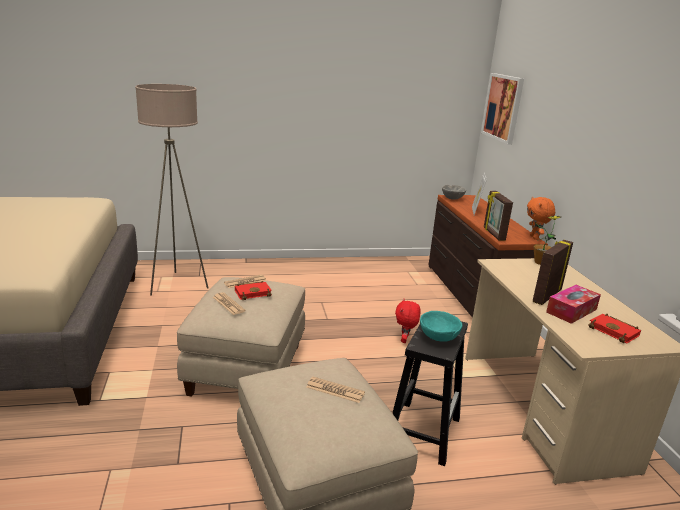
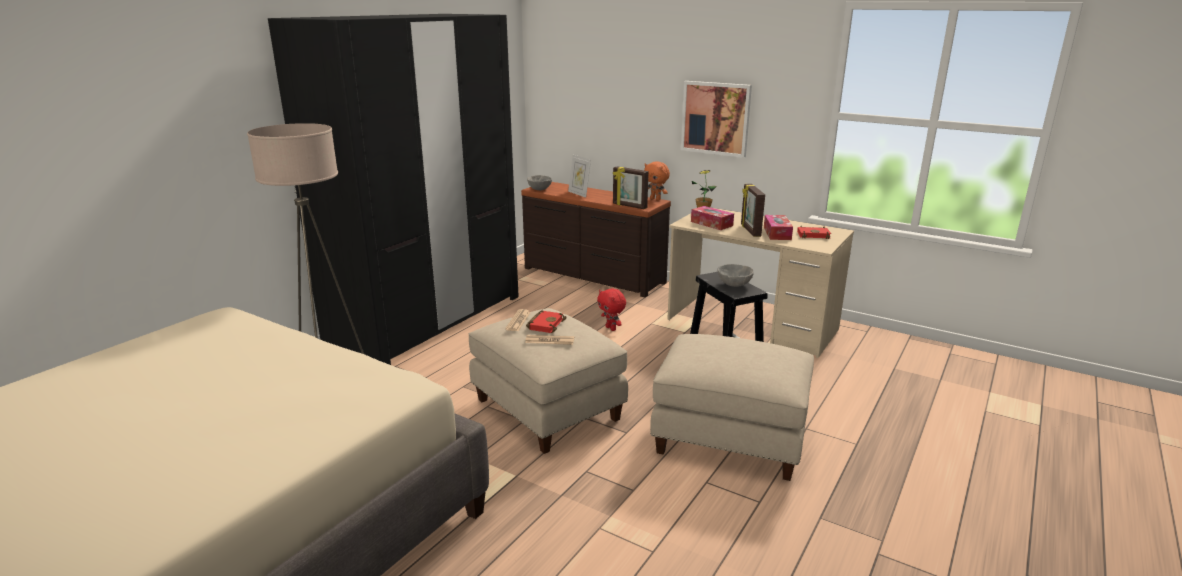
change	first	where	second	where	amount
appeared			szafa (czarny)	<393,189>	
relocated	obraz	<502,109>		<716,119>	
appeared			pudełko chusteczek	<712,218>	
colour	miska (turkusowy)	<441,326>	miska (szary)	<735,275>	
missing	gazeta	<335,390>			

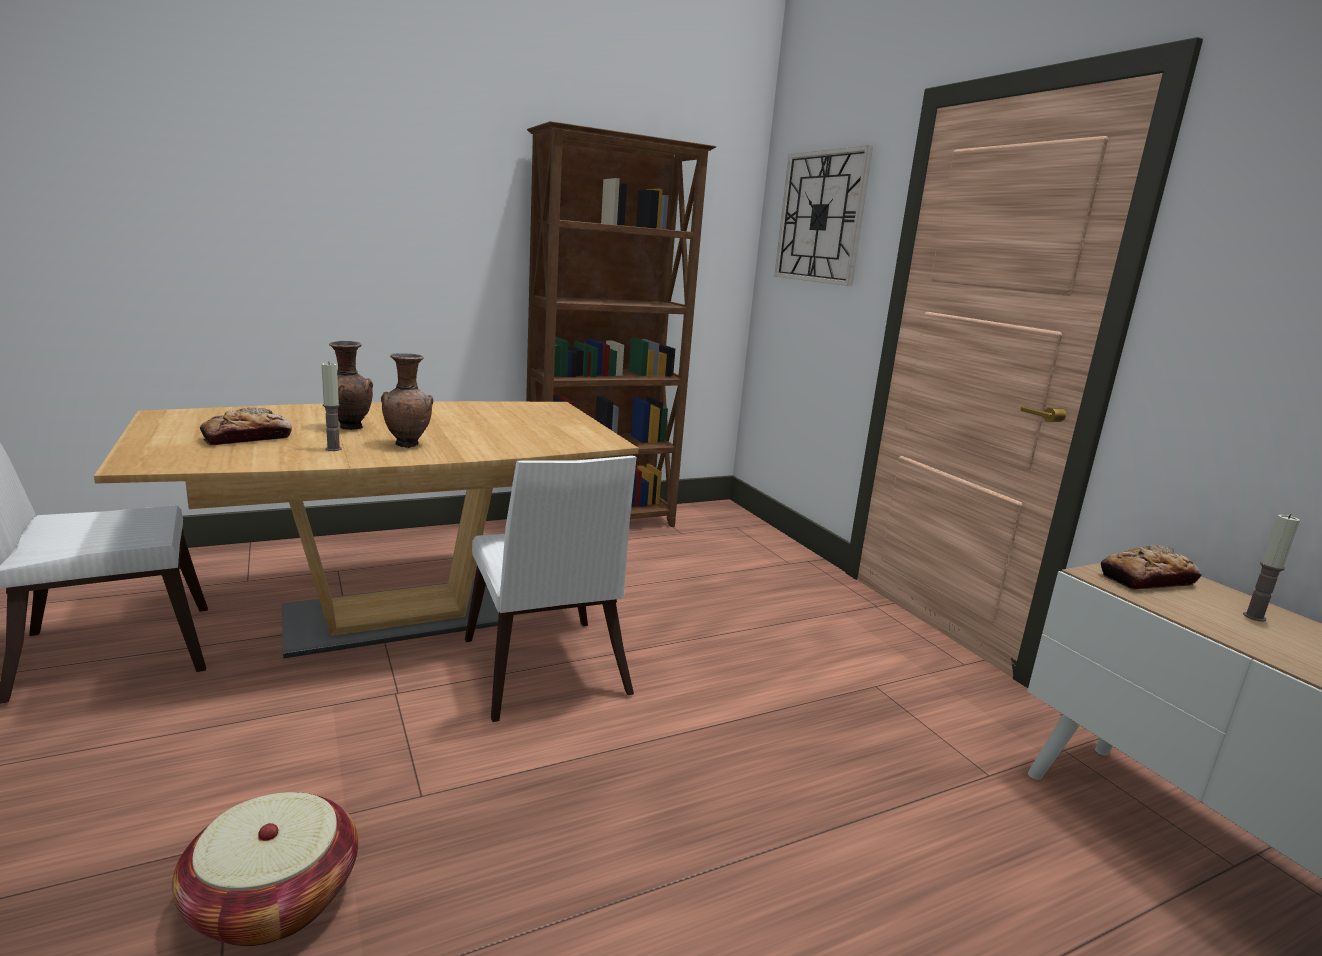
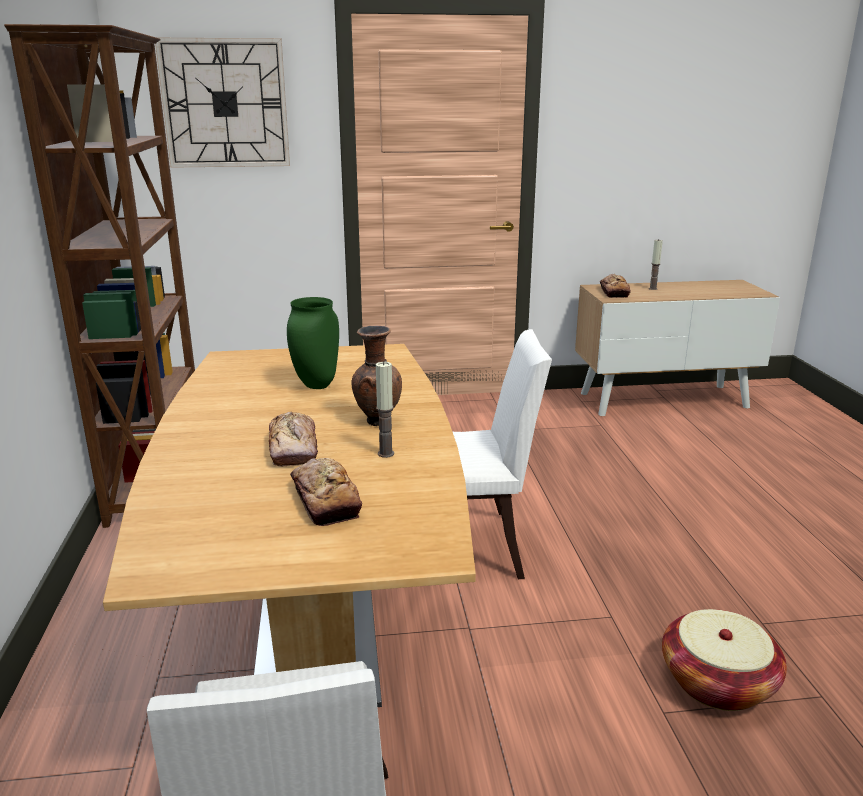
change	first	where	second	where	amount
exchanged	wazon (brązowy)	<351,385>	chleb	<293,439>	
appeared			wazon (zielony)	<313,343>	

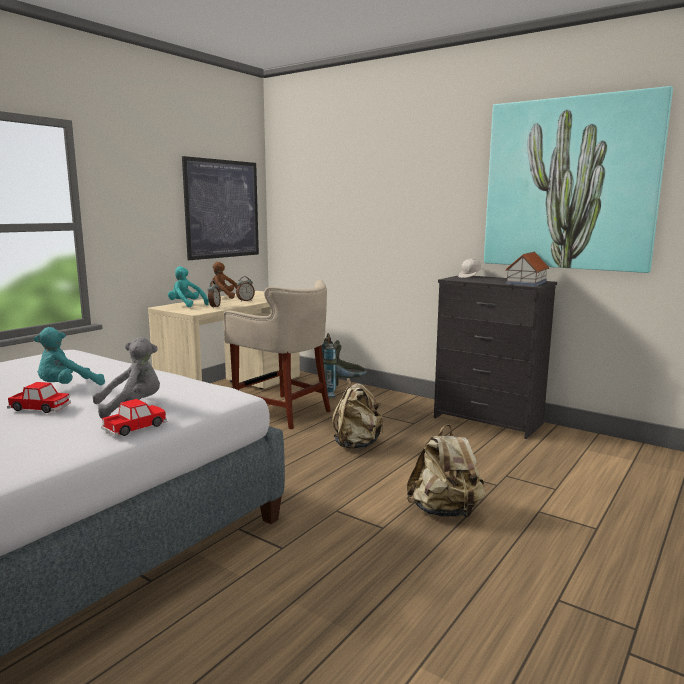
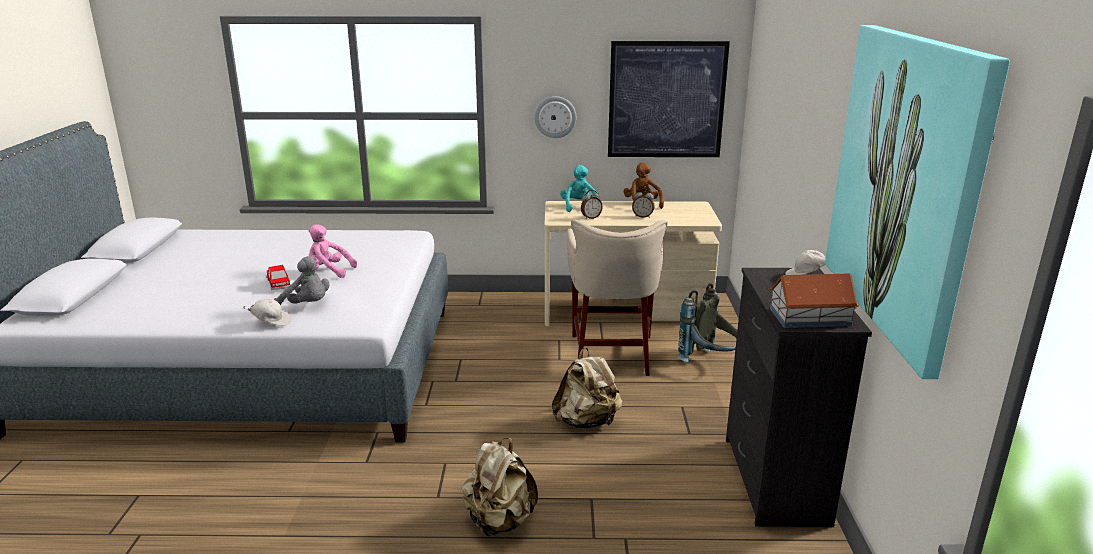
change	first	where	second	where	amount
exchanged	samochodzik	<134,417>	czapka z daszkiem (biały)	<267,312>	
colour	pluszak (turkusowy)	<69,356>	pluszak (różowy)	<332,251>	
appeared			zegar ścienny	<555,117>	

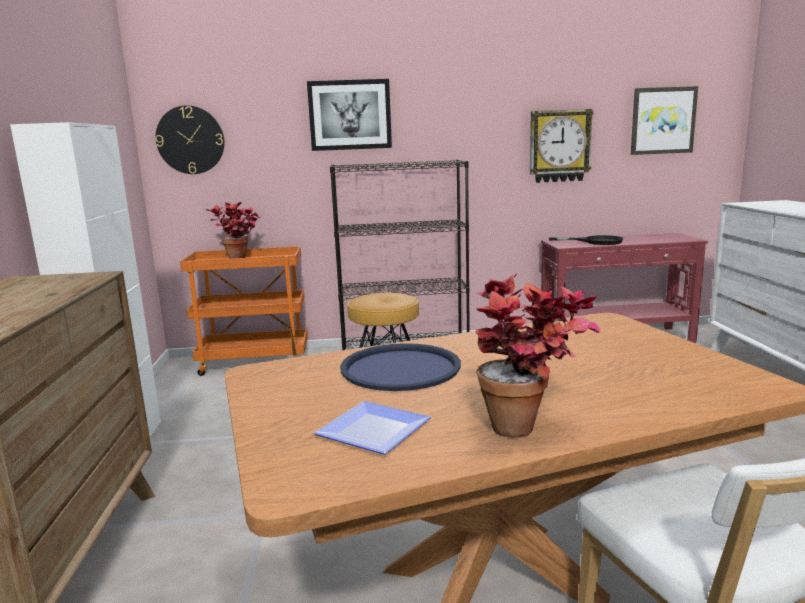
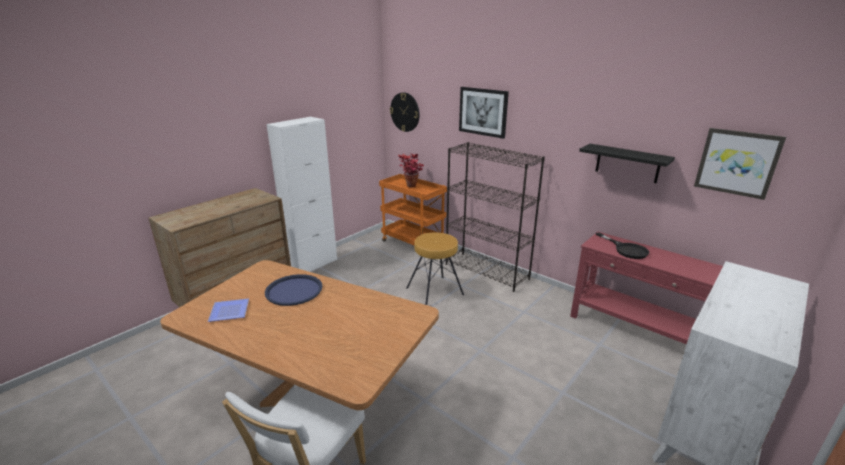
change	first	where	second	where	amount
exchanged	zegar ścienny	<562,146>	półka (czarny)	<627,163>	
missing	roślina doniczkowa	<537,355>			

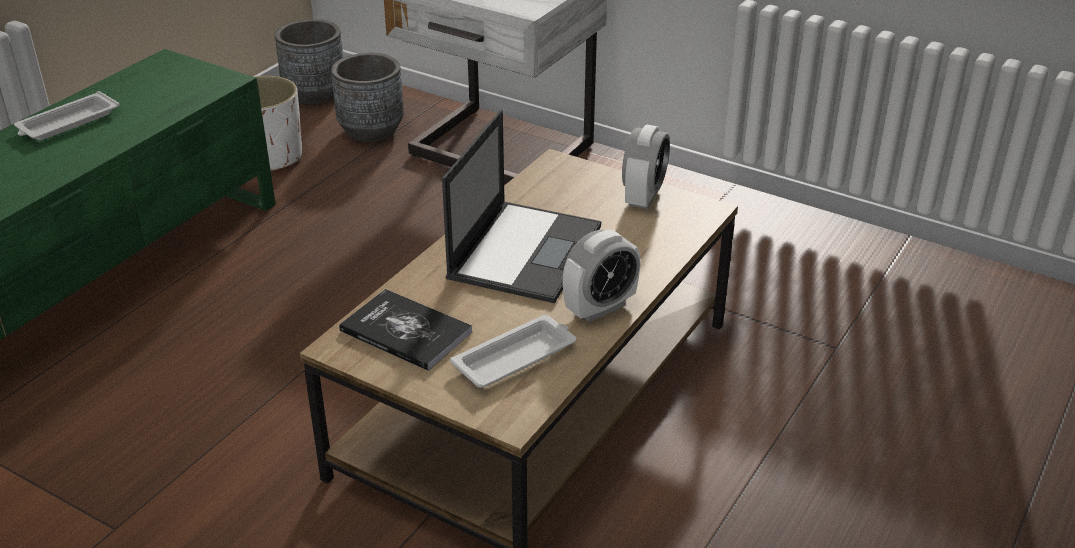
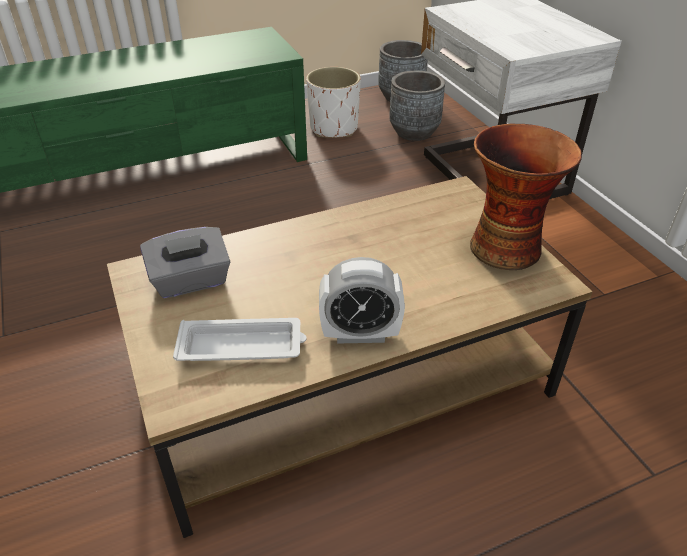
change	first	where	second	where	amount
exchanged	książka	<405,330>	pudełko chusteczek (szary)	<185,262>	
exchanged	budzik	<646,167>	wazon	<526,197>	
missing	taca (biały)	<67,116>			
missing	laptop	<521,206>			

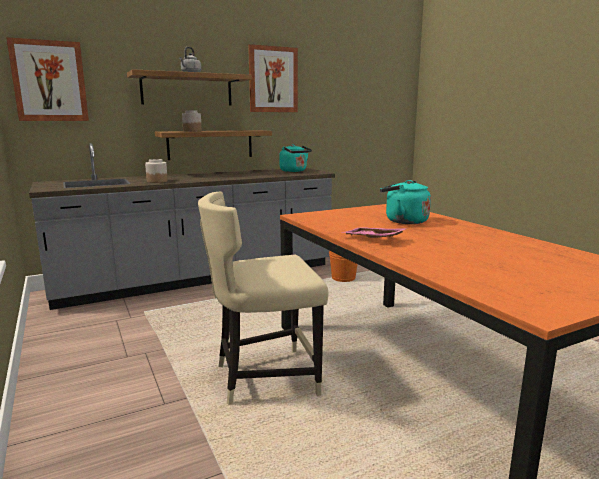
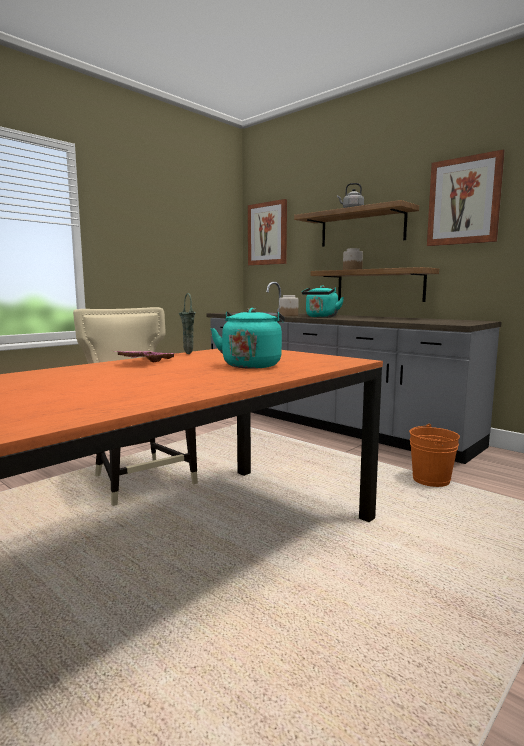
change	first	where	second	where	amount
appeared			wazon (zielony)	<187,323>	
relocated	czajnik (turkusowy)	<295,158>		<323,301>	

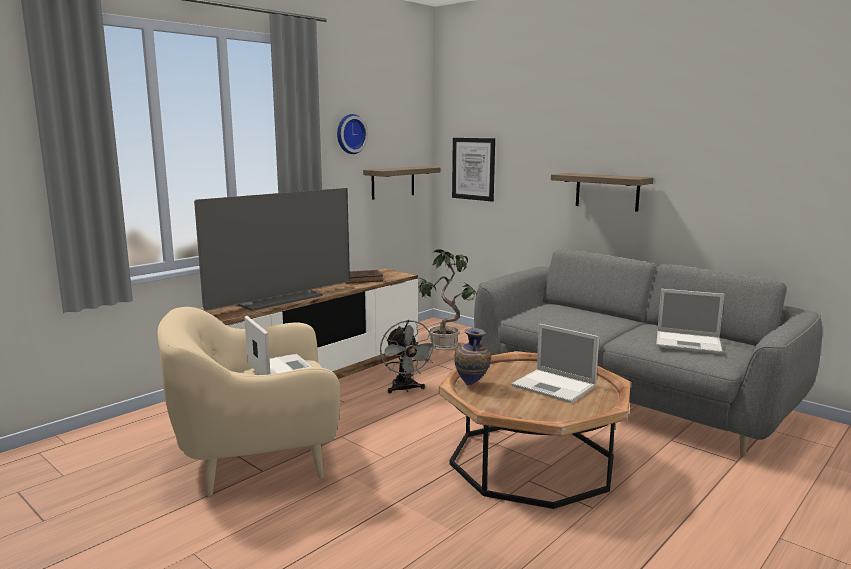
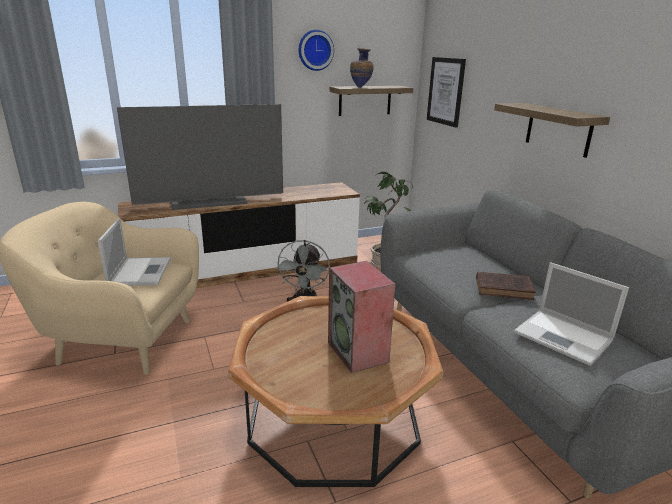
change	first	where	second	where	amount
exchanged	laptop	<555,363>	głośnik	<362,317>	
relocated	wazon	<472,356>		<361,68>	
relocated	książka (brązowy)	<364,277>		<506,286>	

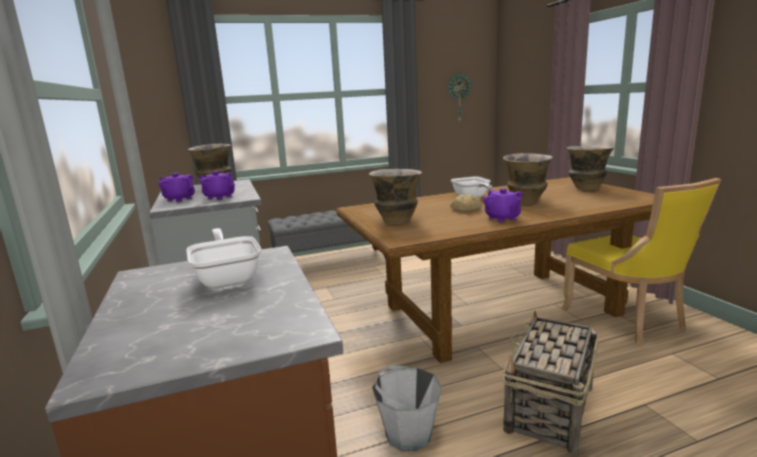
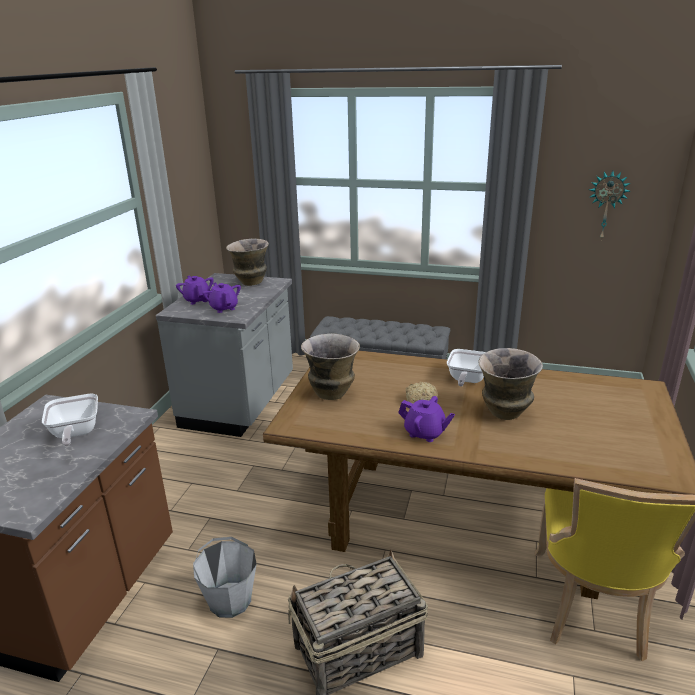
change	first	where	second	where	amount
spun	patelnia	<223,258>		<70,419>	150 degrees clockwise
spun	imbryk (fioletowy)	<503,205>		<426,419>	75 degrees counterclockwise
missing	wazon	<590,168>			

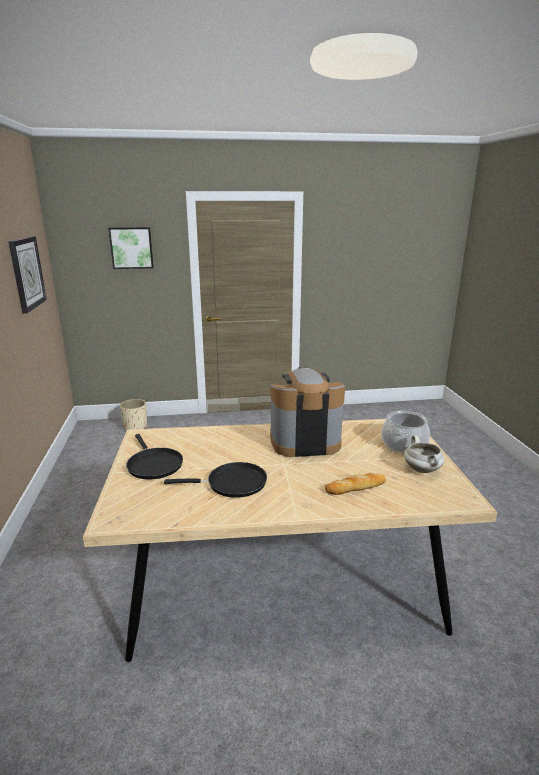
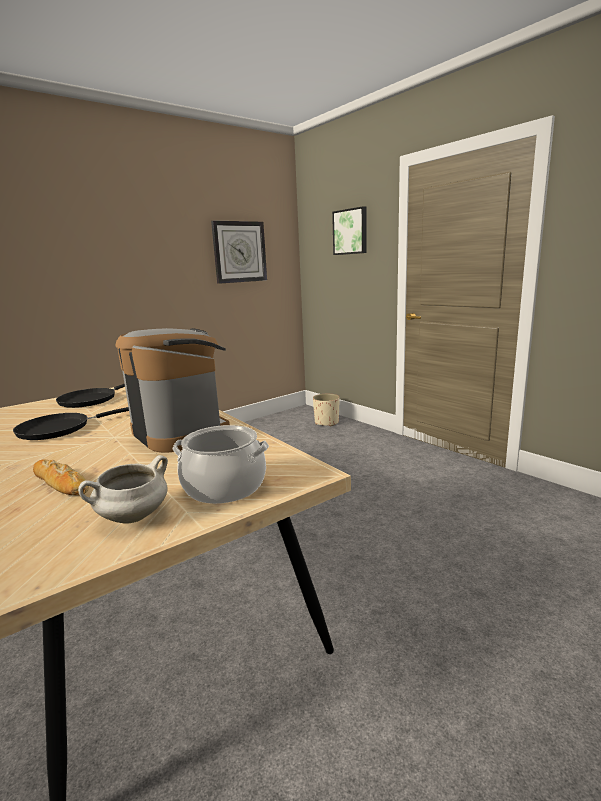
change	first	where	second	where	amount
spun	patelnia (czarny)	<215,480>		<71,423>	90 degrees clockwise

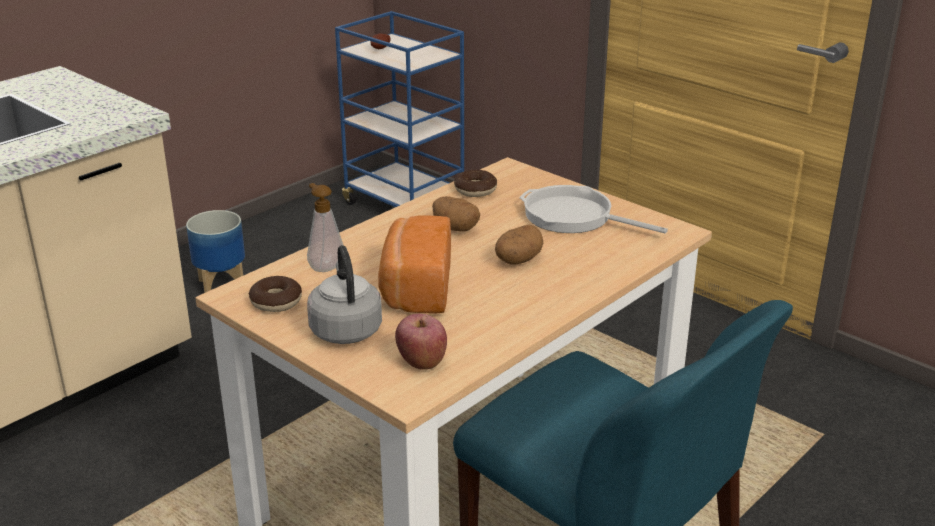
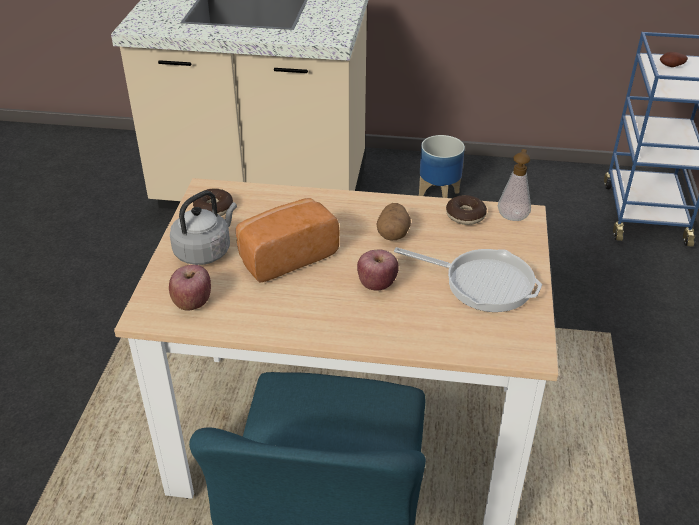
change	first	where	second	where	amount
exchanged	ziemniak	<519,244>	jabłko	<378,270>	
spun	patelnia	<593,209>		<468,279>	120 degrees clockwise
relocated	dozownik mydła	<325,227>		<514,185>	

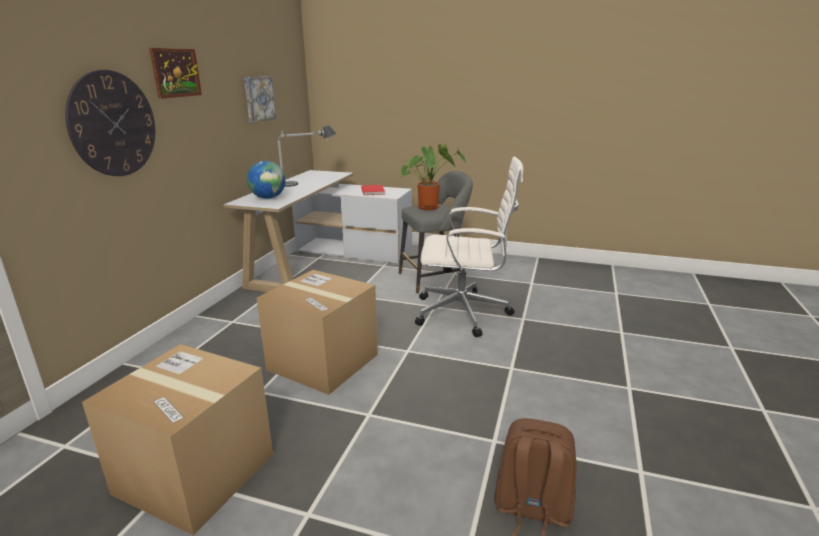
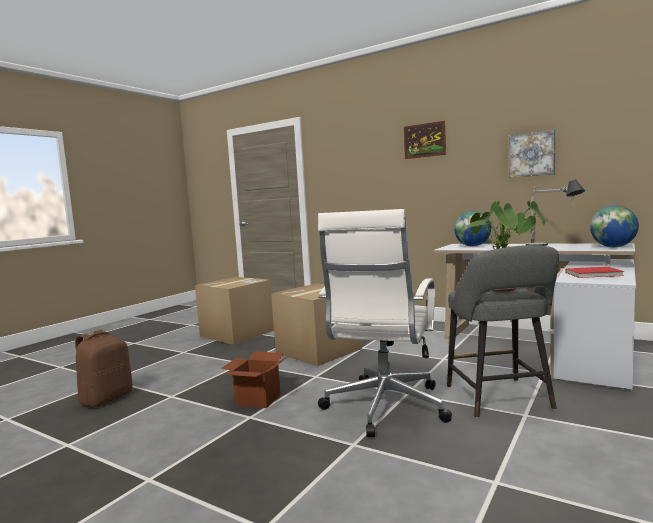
change	first	where	second	where	amount
appeared			karton	<254,380>	
appeared			globus	<614,226>	
missing	zegar ścienny	<110,123>			

